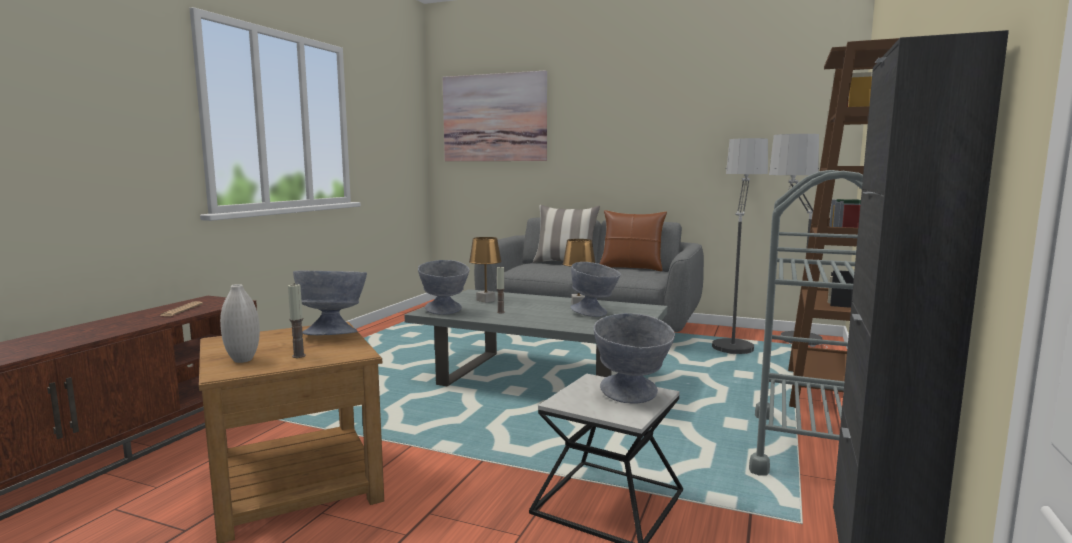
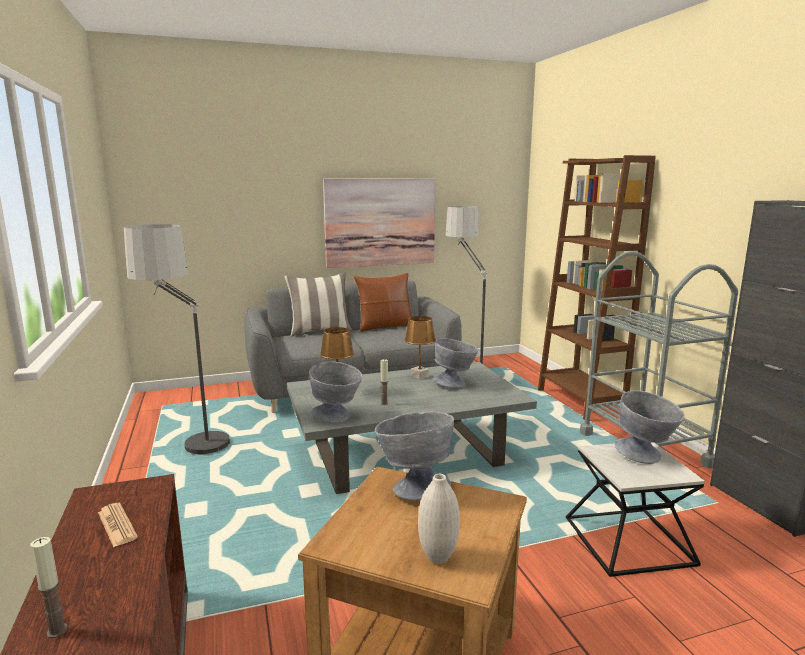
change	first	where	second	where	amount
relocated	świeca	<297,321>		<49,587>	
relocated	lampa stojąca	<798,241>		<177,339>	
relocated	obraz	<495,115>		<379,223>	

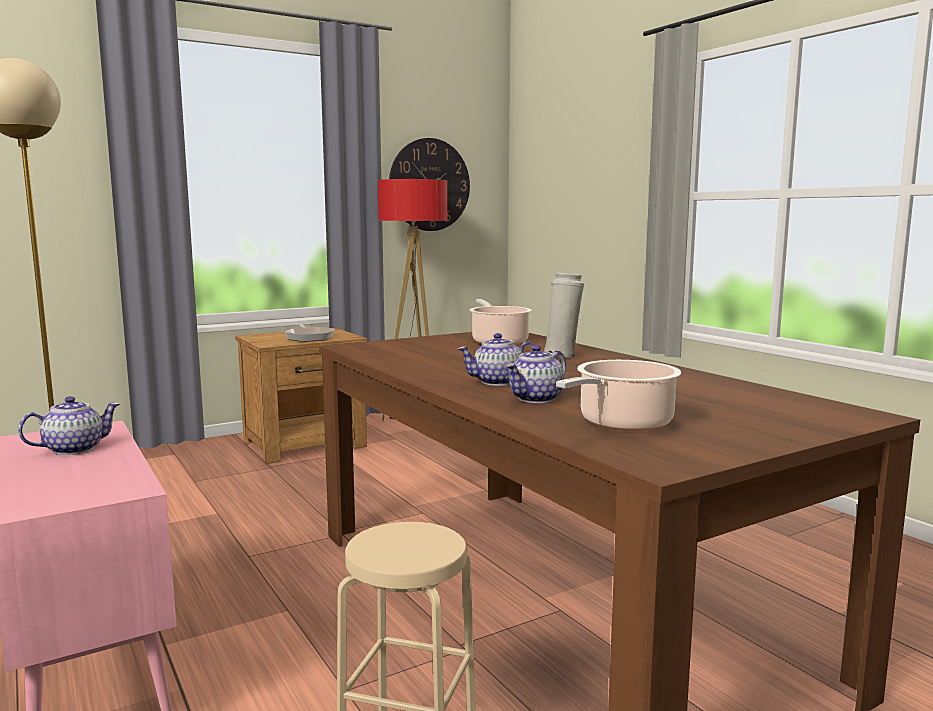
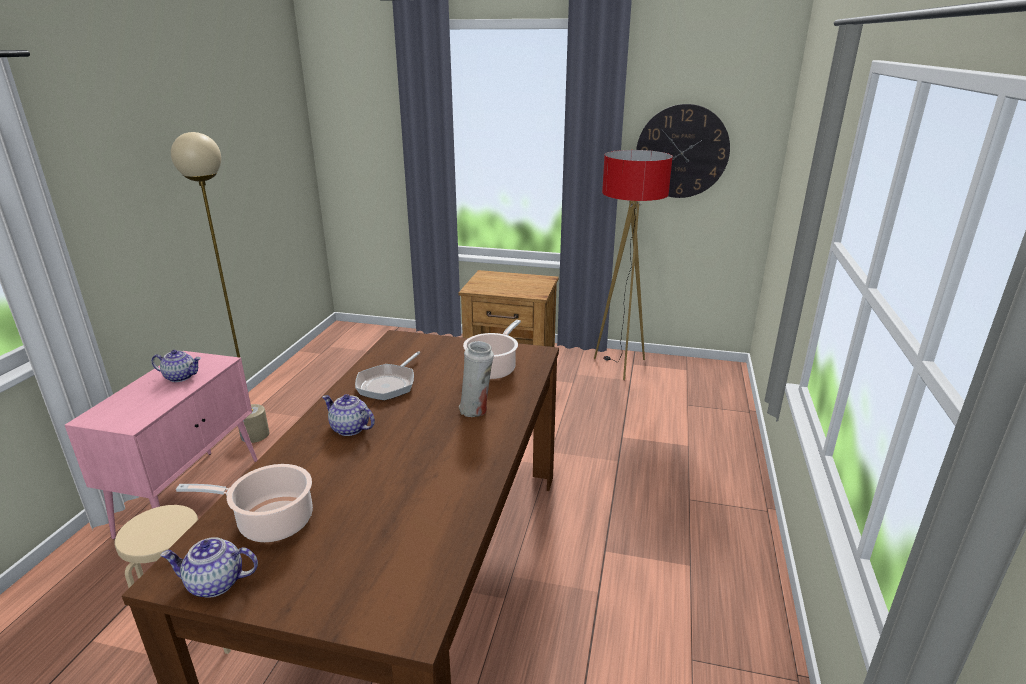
change	first	where	second	where	amount
relocated	imbryk	<535,374>		<209,567>	
relocated	patelnia	<310,333>		<387,375>	

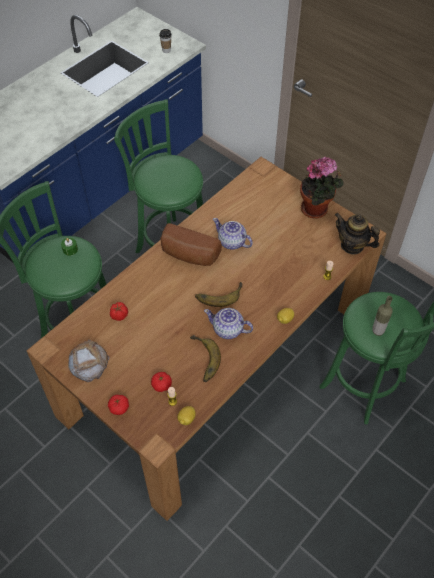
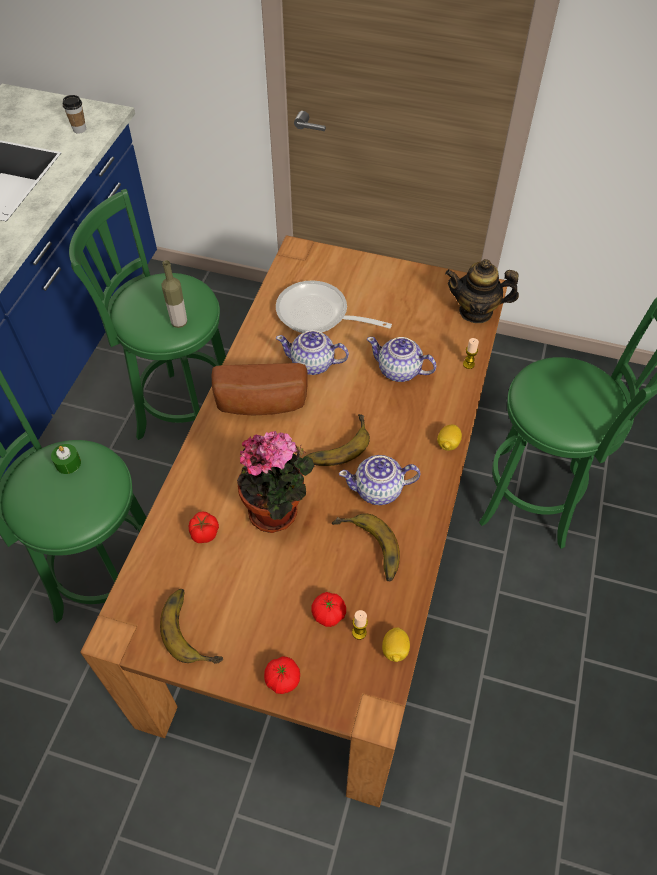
change	first	where	second	where	amount
exchanged	chleb	<89,360>	banan	<191,626>	
relocated	butelka	<382,316>		<174,294>	
relocated	roślina doniczkowa	<322,187>		<275,482>	
appeared			patelnia	<334,306>	
appeared			imbryk	<402,359>	

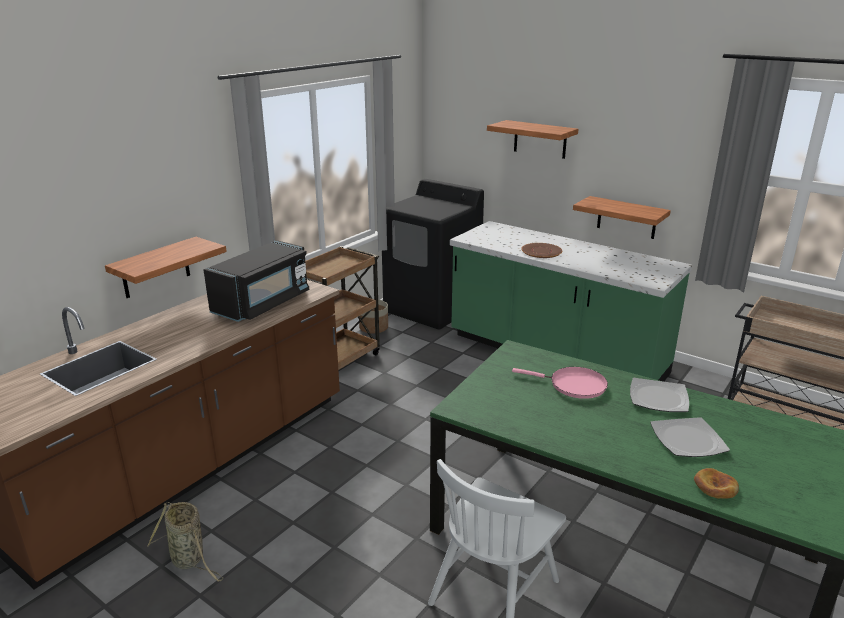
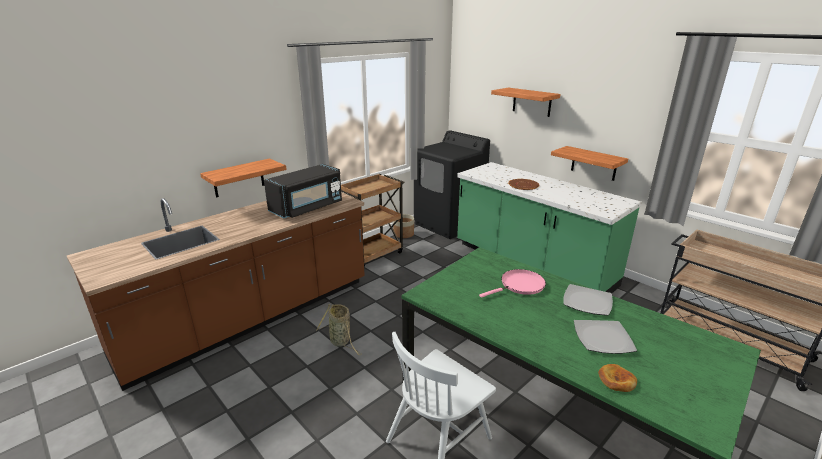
change	first	where	second	where	amount
relocated	koszyk	<185,542>		<339,329>	
spun	patelnia (różowy)	<560,383>		<512,283>	60 degrees counterclockwise

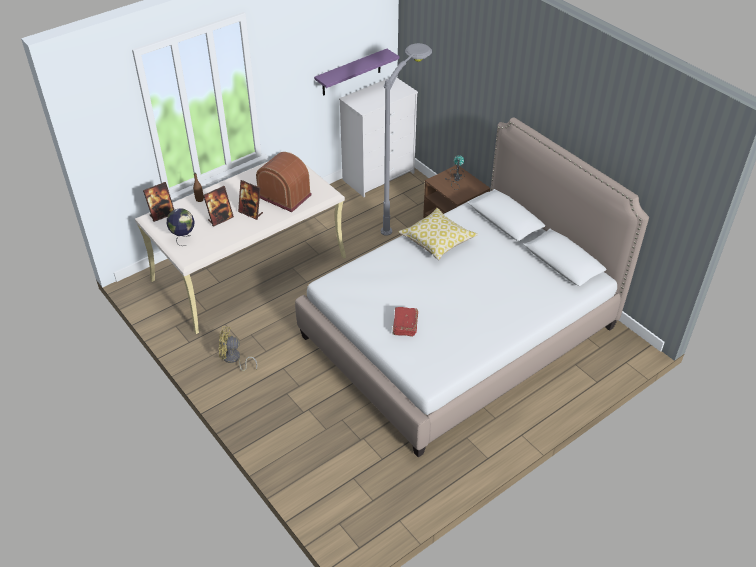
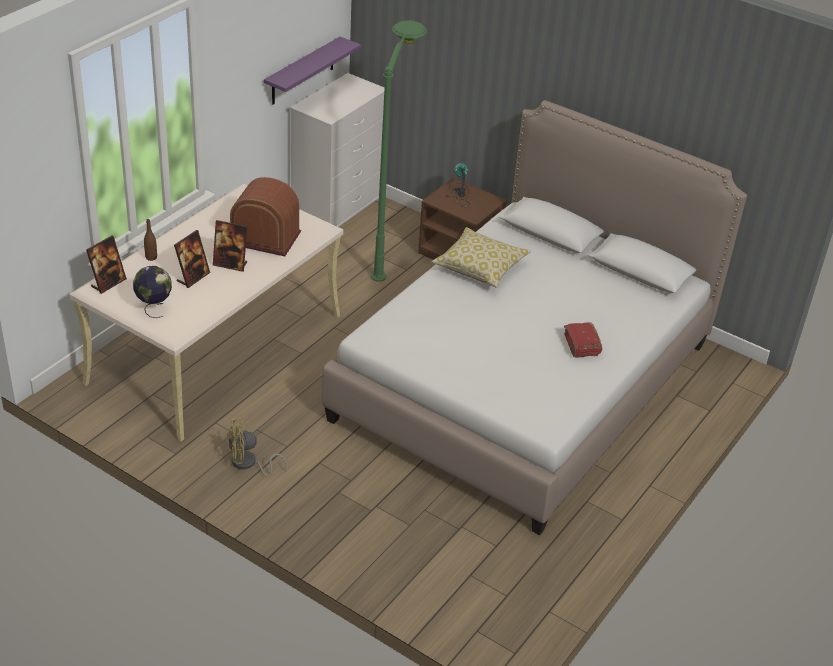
change	first	where	second	where	amount
colour	lampa stojąca (szary)	<406,139>	lampa stojąca (zielony)	<399,151>	
relocated	książka (czerwony)	<405,322>		<583,340>	

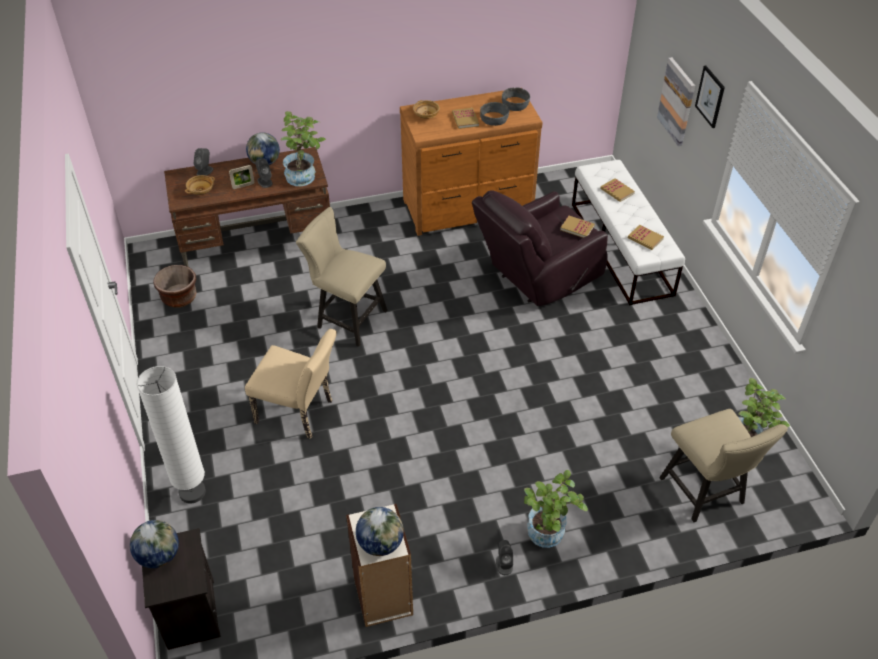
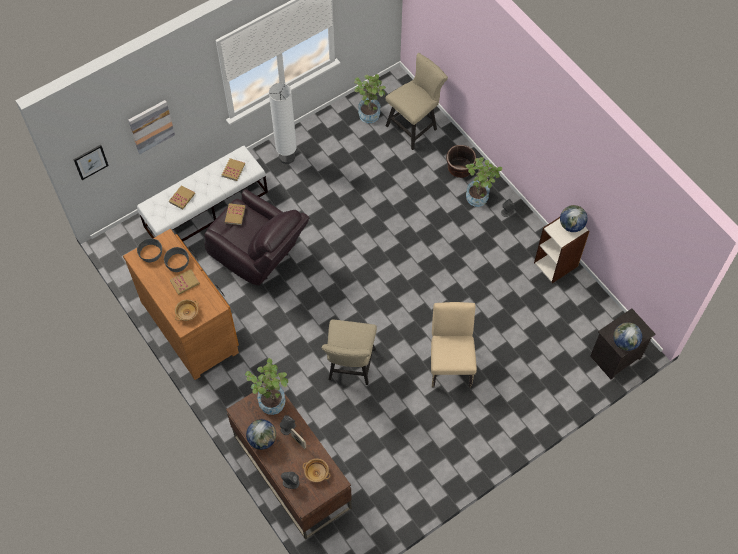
change	first	where	second	where	amount
relocated	obraz	<710,97>		<91,162>	
relocated	lampa stojąca (biały)	<171,435>		<283,123>	
relocated	donica (brązowy)	<174,286>		<461,161>	

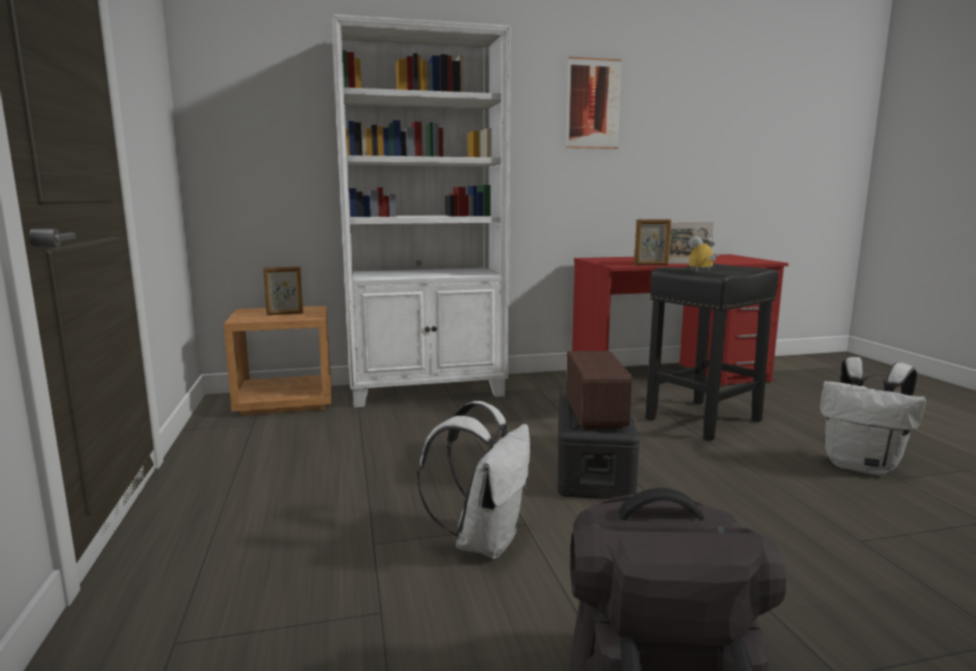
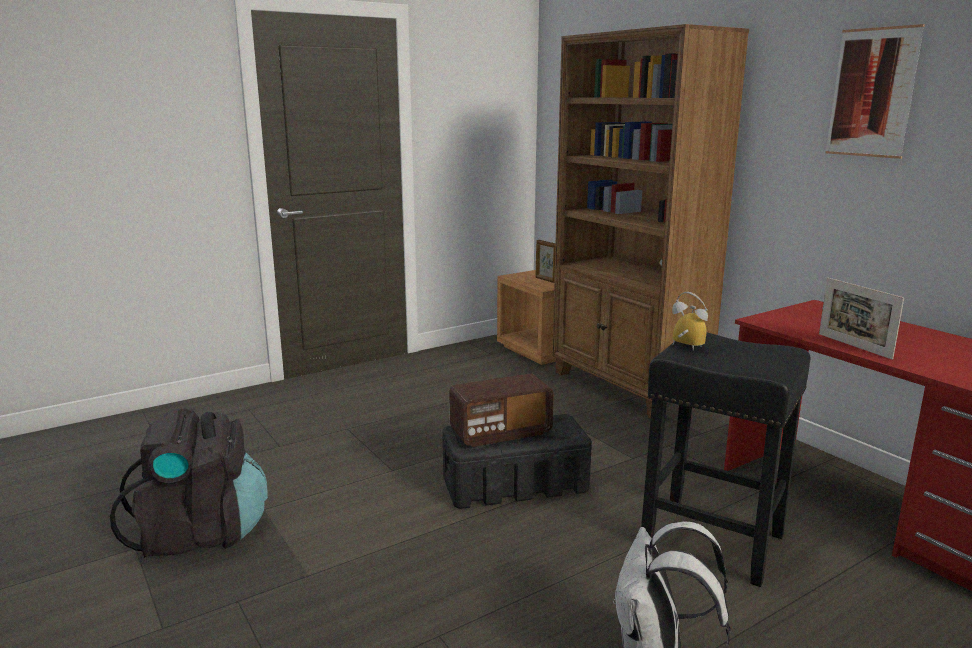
change	first	where	second	where	amount
colour	regał (biały)	<421,211>	regał (brązowy)	<650,221>	
missing	plecak (biały)	<474,480>			
missing	ramka na zdjęcie	<652,242>			

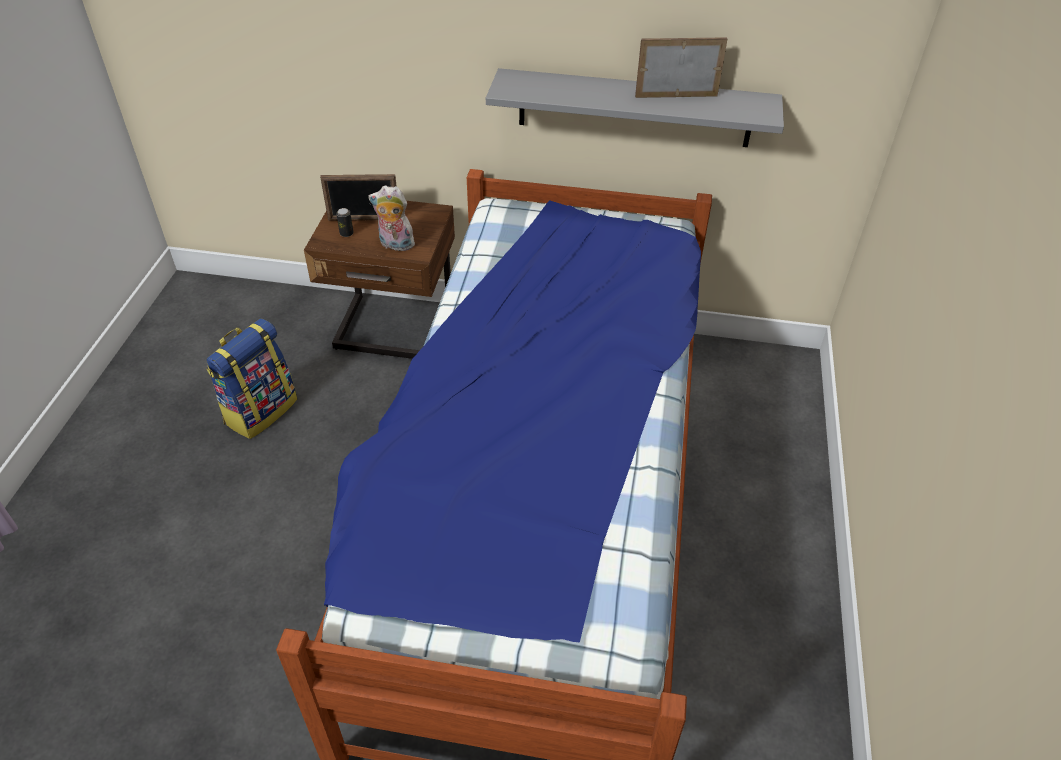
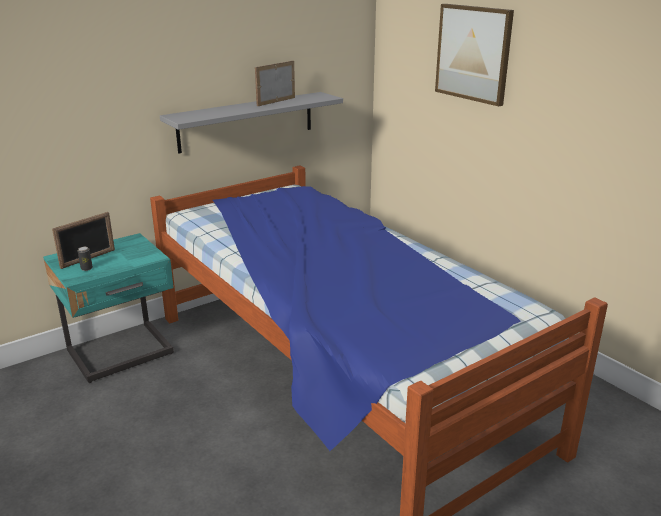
change	first	where	second	where	amount
colour	szafka nocna (brązowy)	<379,280>	szafka nocna (turkusowy)	<108,308>	
appeared			obraz	<474,55>	
missing	plecak	<251,378>			
missing	pluszak	<391,218>			

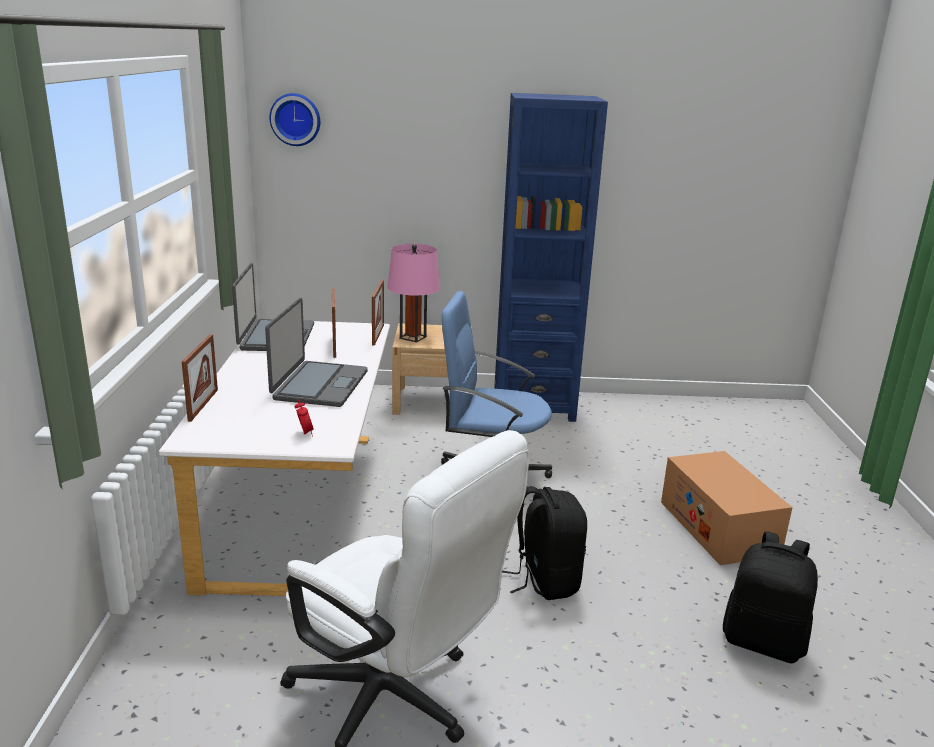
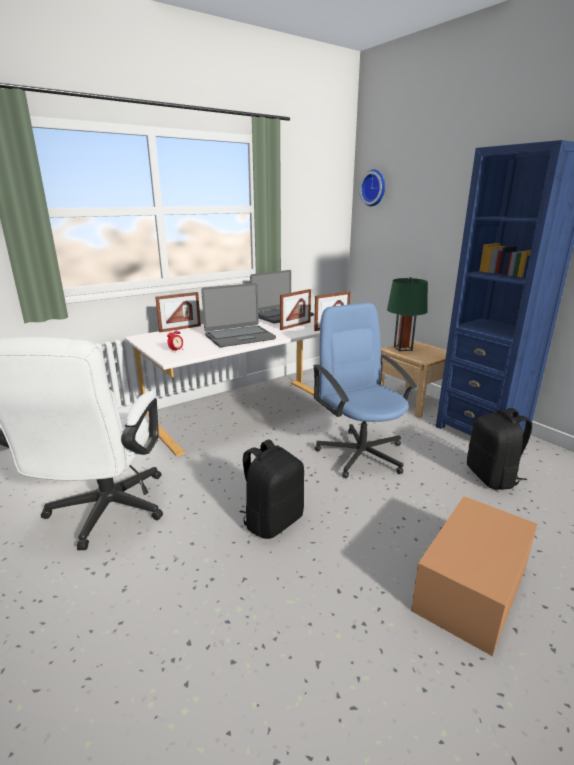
change	first	where	second	where	amount
colour	lampa stołowa (różowy)	<413,293>	lampa stołowa (zielony)	<407,314>	
relocated	plecak (czarny)	<770,597>		<499,449>	

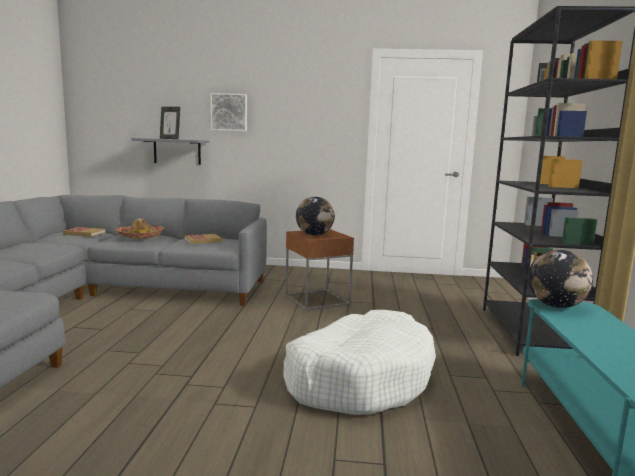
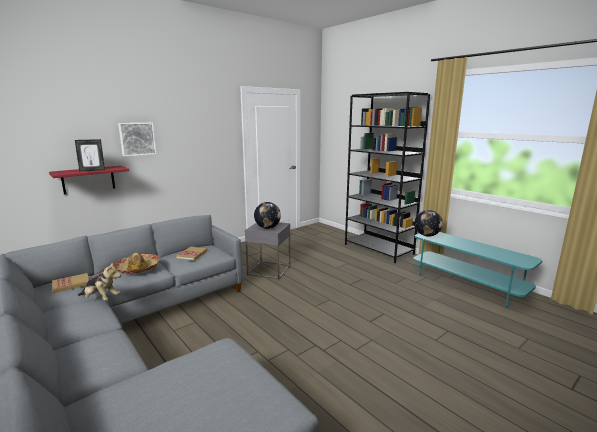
change	first	where	second	where	amount
colour	półka (szary)	<170,151>	półka (czerwony)	<89,180>	
appeared			pluszak	<99,280>	
colour	stolik (brązowy)	<319,270>	stolik (szary)	<267,250>	
missing	legowisko (biały)	<359,362>			

